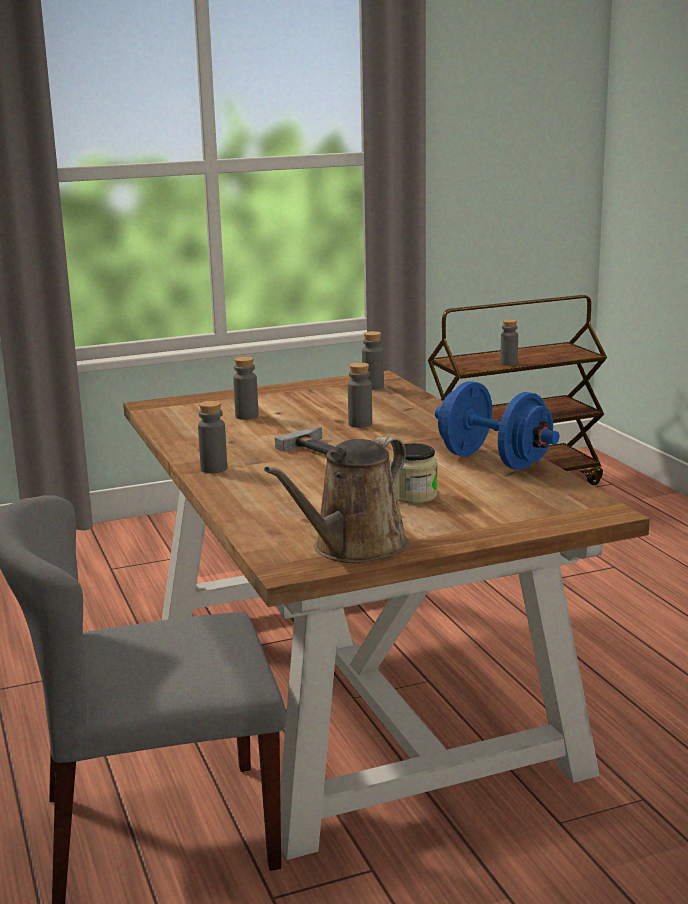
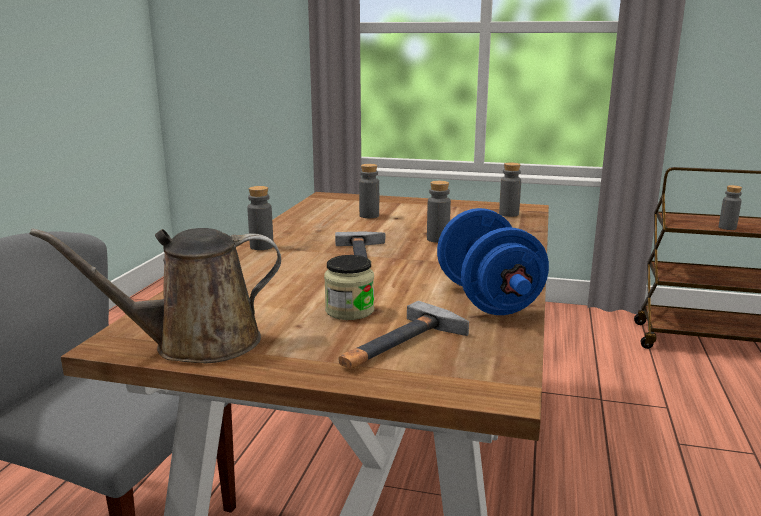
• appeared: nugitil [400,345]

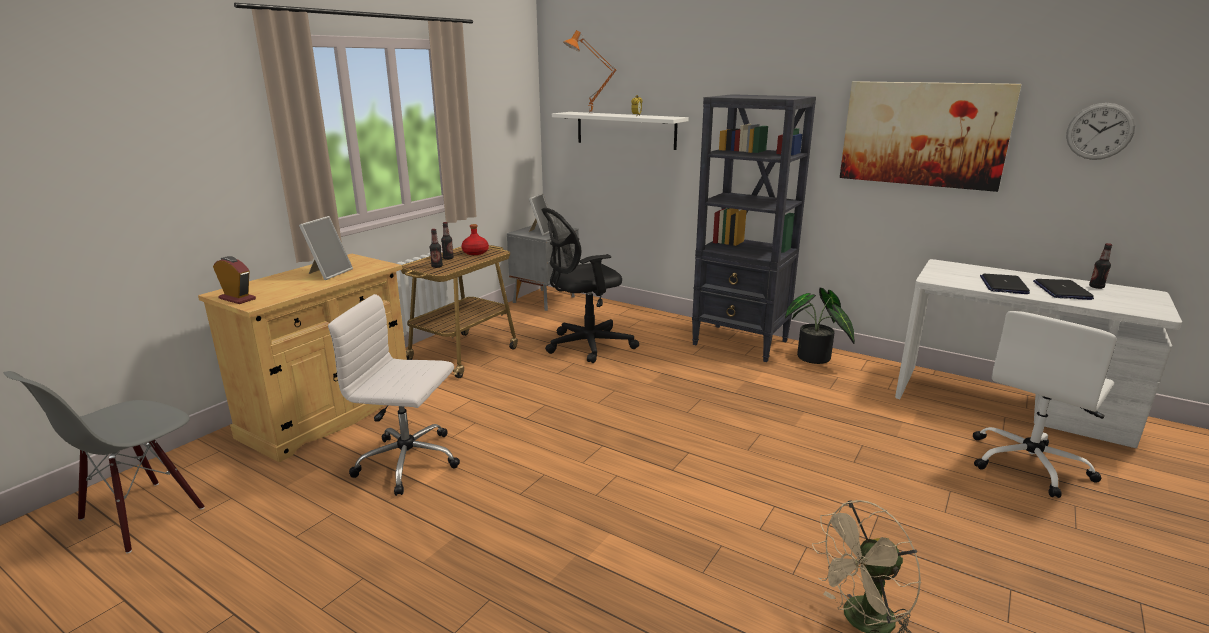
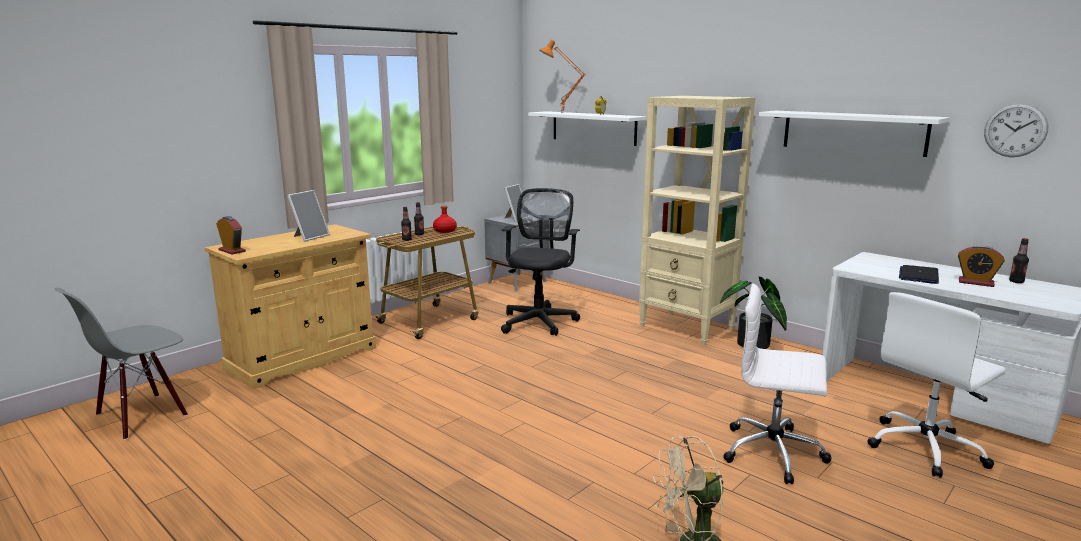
• relocated: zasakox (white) [410,462] to [774,453]
• exchanged: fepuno [923,134] to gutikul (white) [853,132]
• exchanged: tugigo [1061,290] to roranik [976,282]
• colour: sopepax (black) [741,343] to sopepax (beige) [687,328]
• spun: zasakox (black) [585,345] = [539,321] 120 degrees clockwise

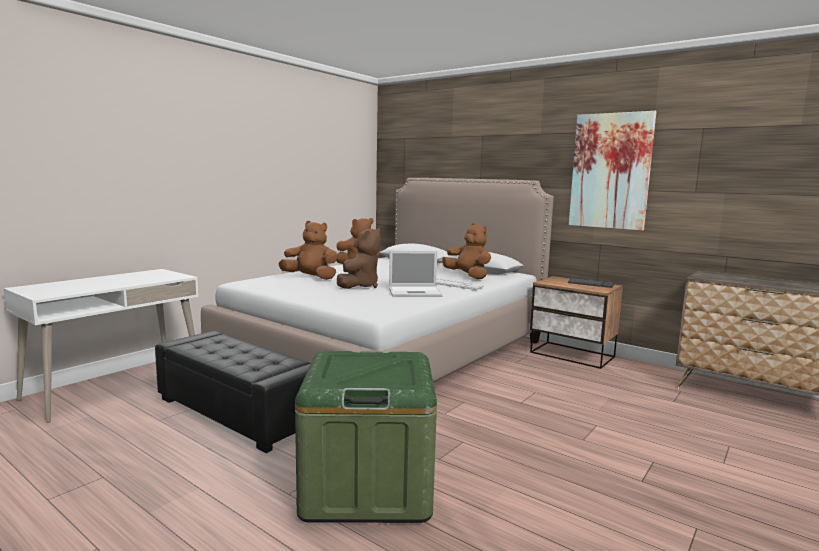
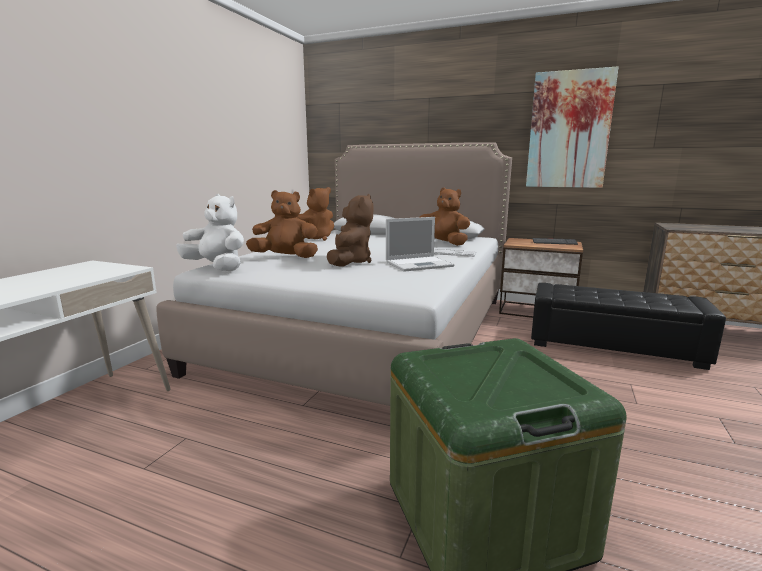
• appeared: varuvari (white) [217,268]
• relocated: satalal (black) [238,412] to [613,345]

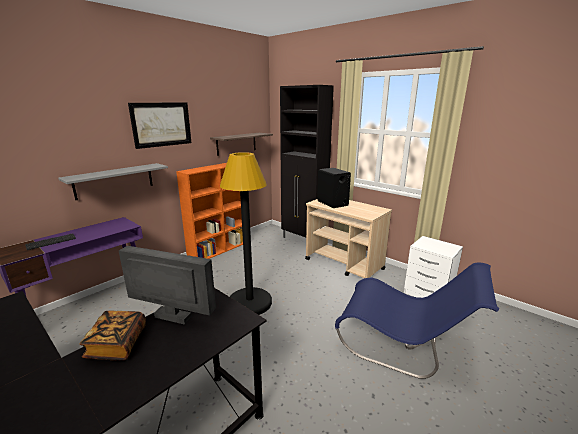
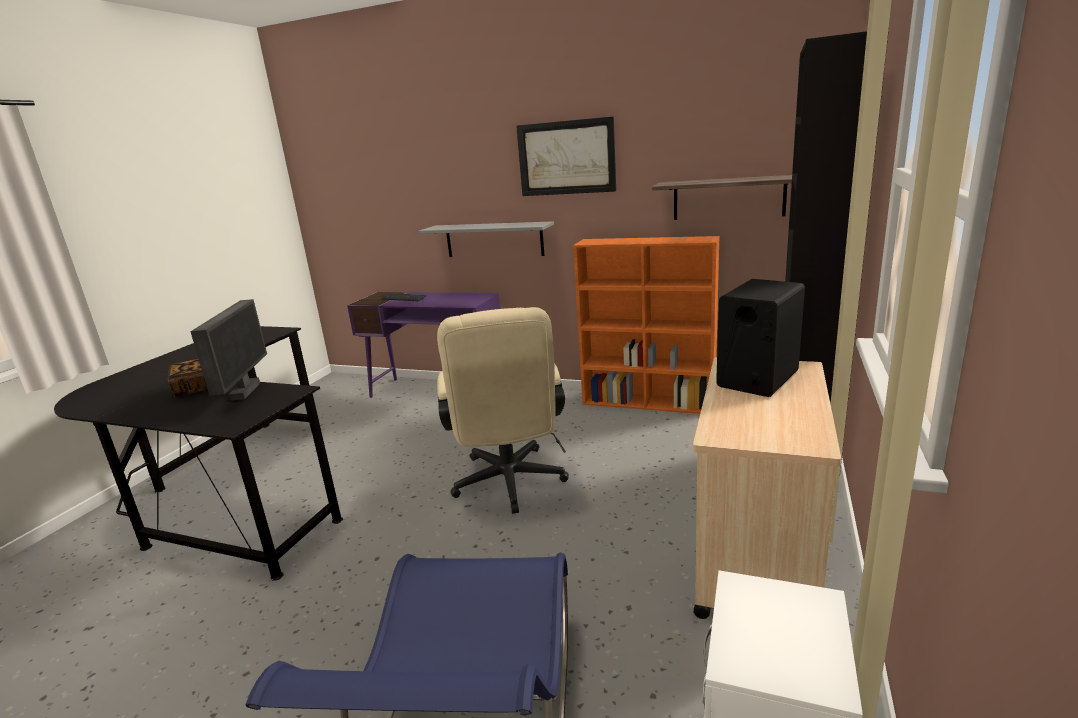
• exchanged: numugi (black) [250,302] to zasakox (beige) [509,486]

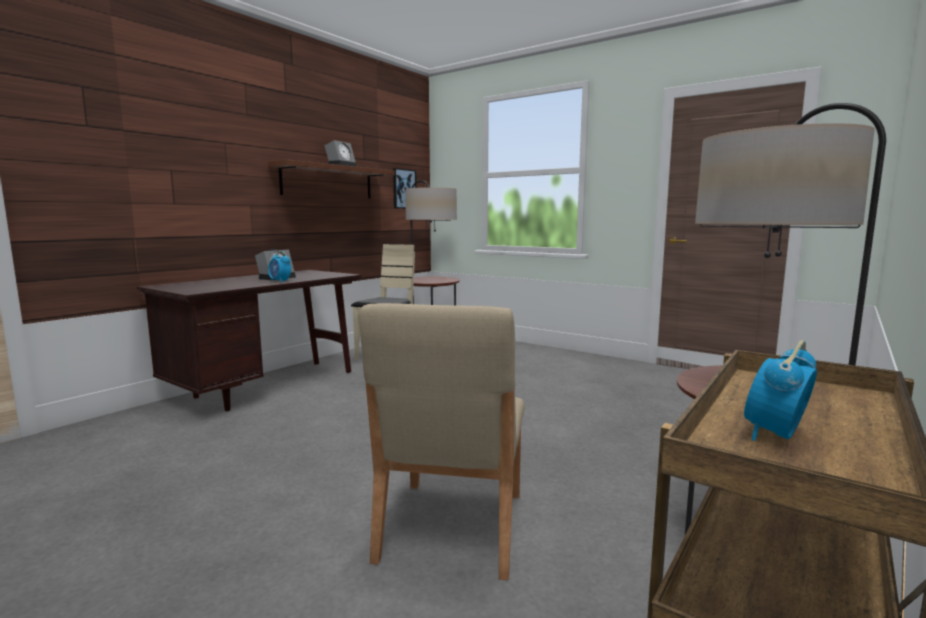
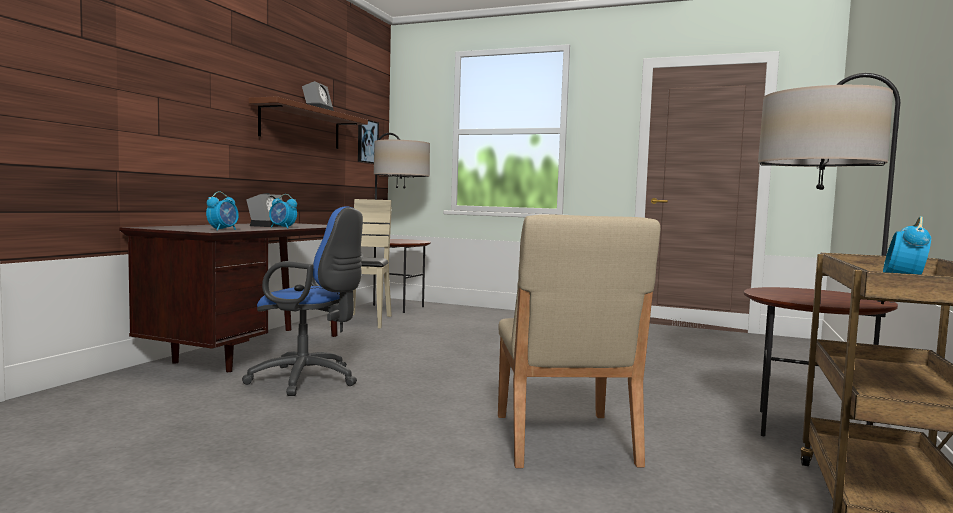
• appeared: roranik [223,230]
• appeared: zasakox (blue) [309,380]

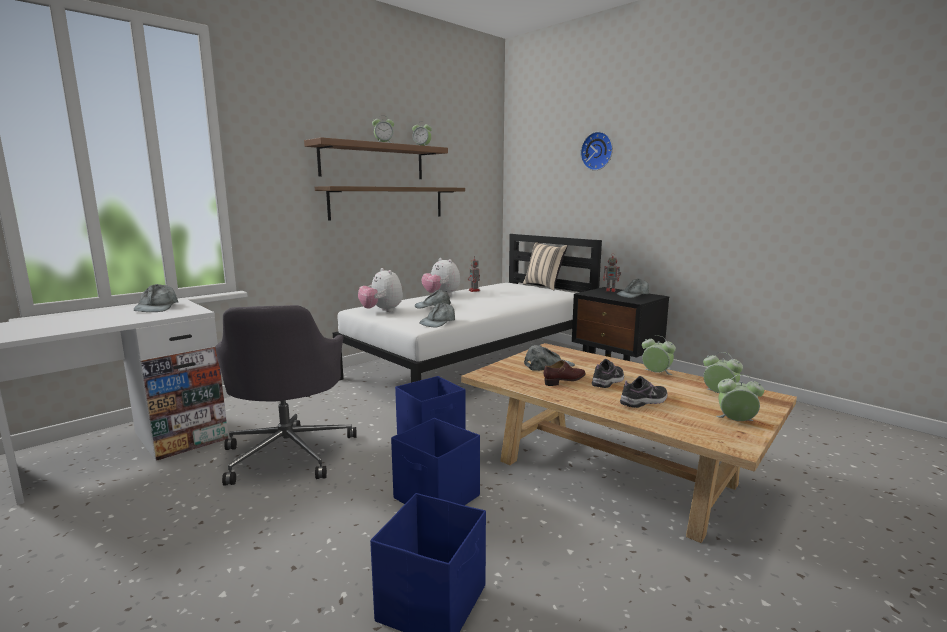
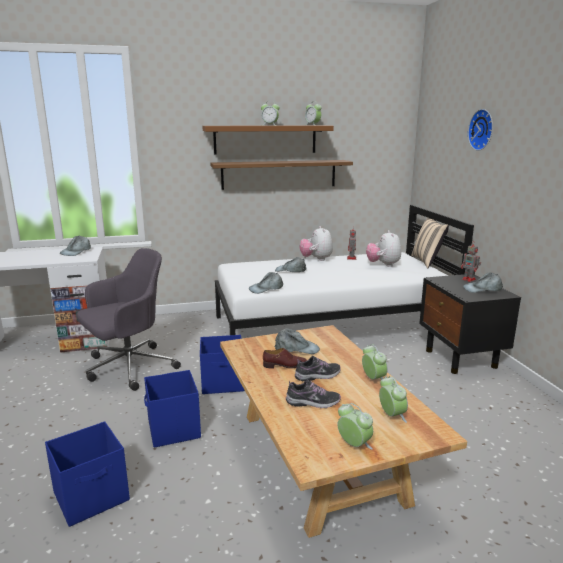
• relocated: varuvari [381,311] to [383,265]
• spun: zasakox (grey) [289,452] = [128,367] 150 degrees counterclockwise

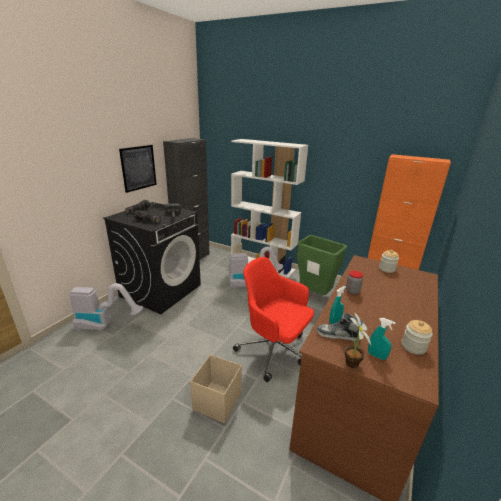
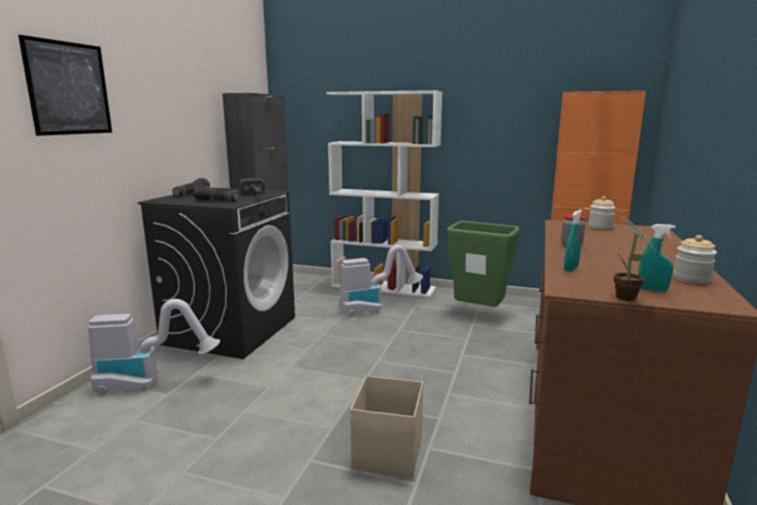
• missing: zasakox (red) [274,351]
• missing: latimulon [338,335]
• relocated: fepuno [138,168] to [69,88]

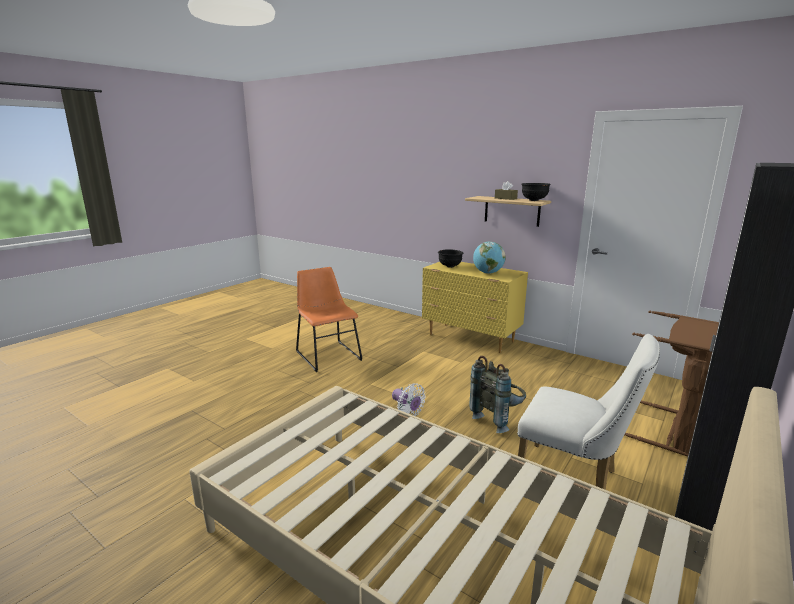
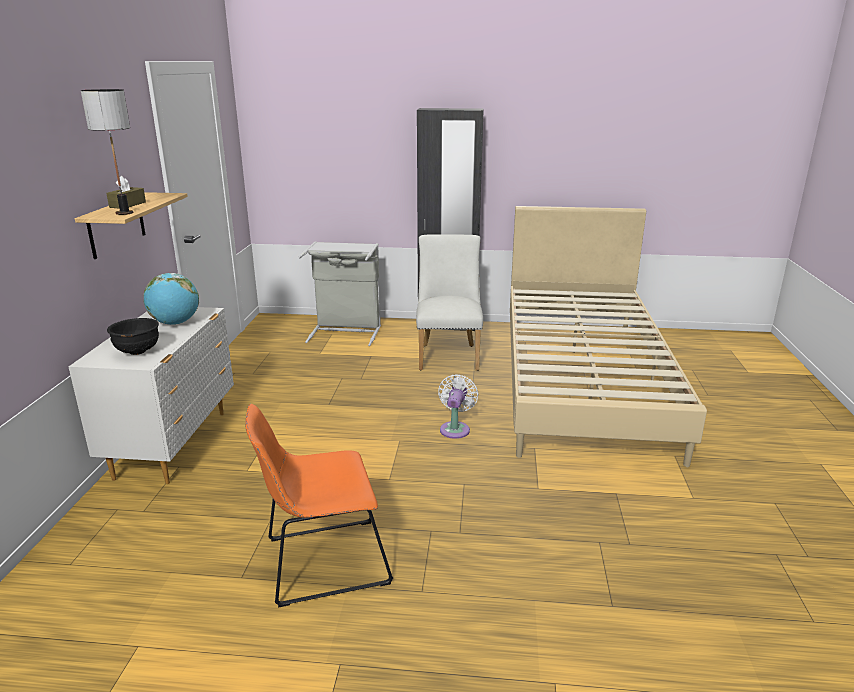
• missing: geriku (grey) [498,419]
• missing: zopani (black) [534,200]
• appeared: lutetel [124,213]
• colour: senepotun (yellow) [471,338] to senepotun (white) [175,443]
• colour: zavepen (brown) [671,430] to zavepen (grey) [346,332]
• spun: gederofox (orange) [327,355] = [321,562] 45 degrees clockwise

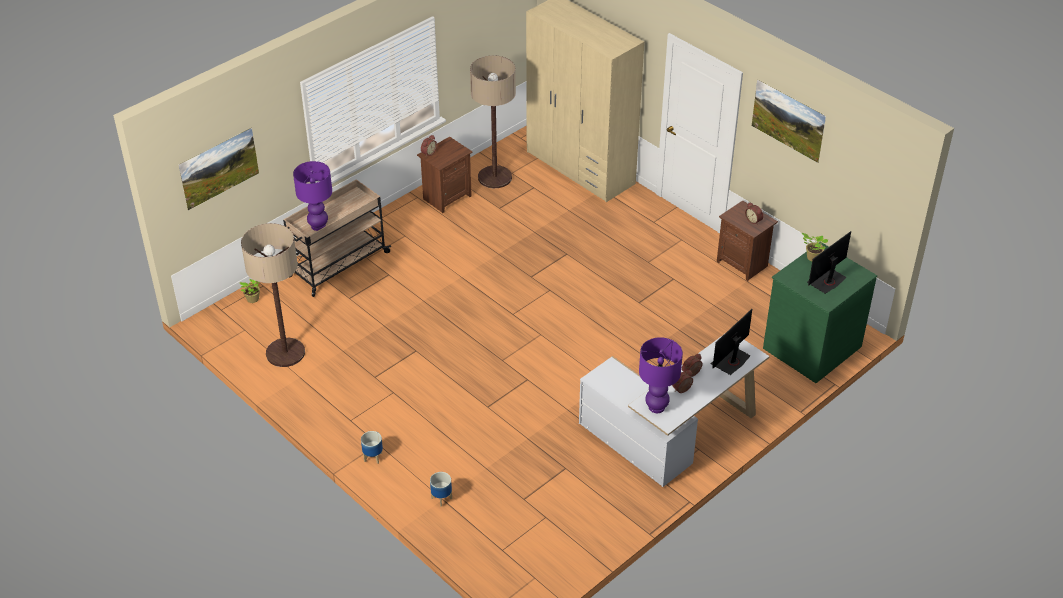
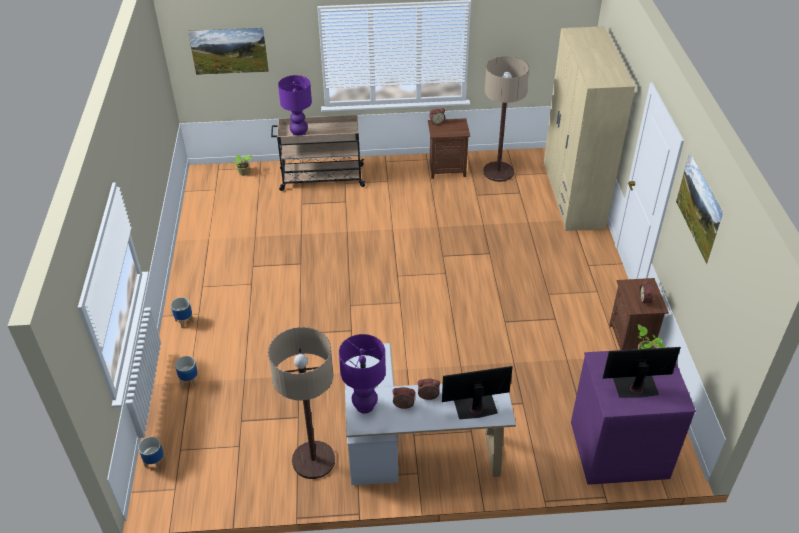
• appeared: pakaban [155,462]
• relocated: numugi [285,353] to [313,460]
• colour: senepotun (green) [811,346] to senepotun (purple) [618,448]

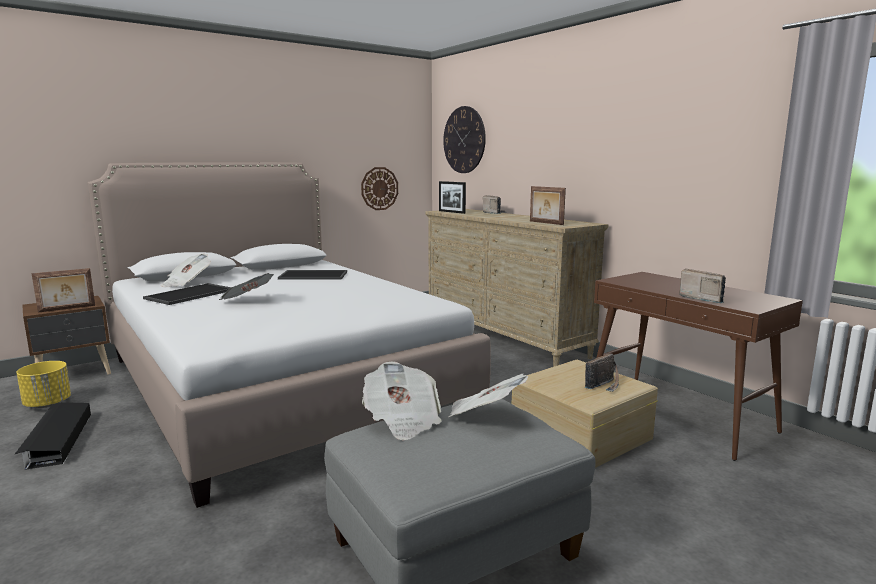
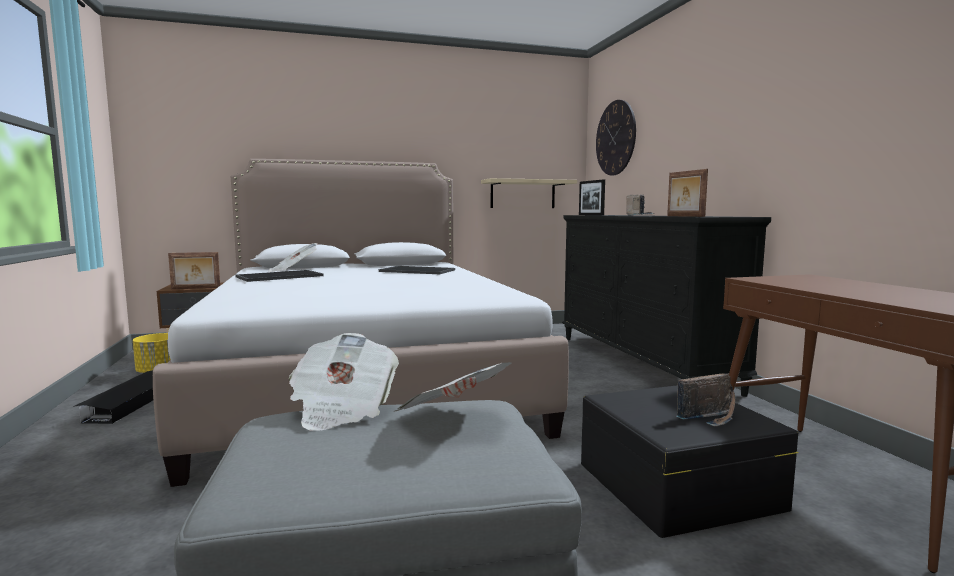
• missing: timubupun [247,301]
• missing: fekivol [702,298]
• exchanged: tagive [379,188] to gutikul (beige) [522,194]
• colour: senepotun (beige) [504,338] to senepotun (black) [641,363]
• colour: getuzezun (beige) [579,434] to getuzezun (black) [675,485]

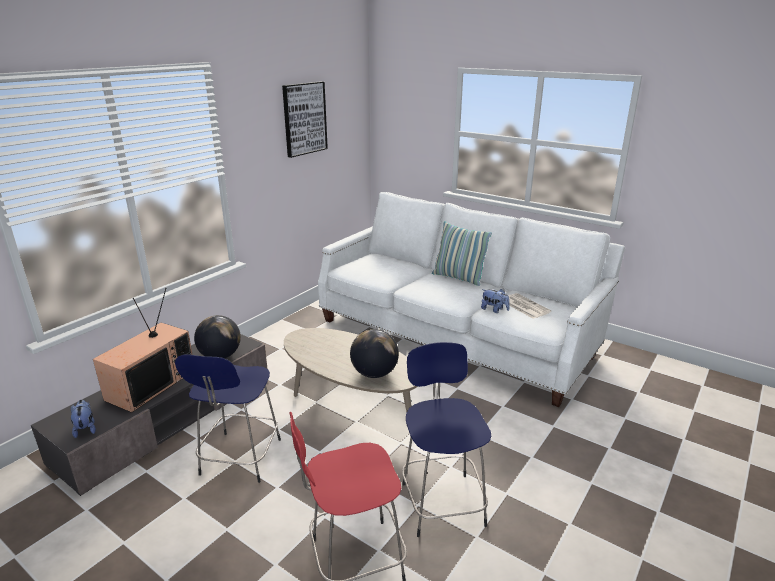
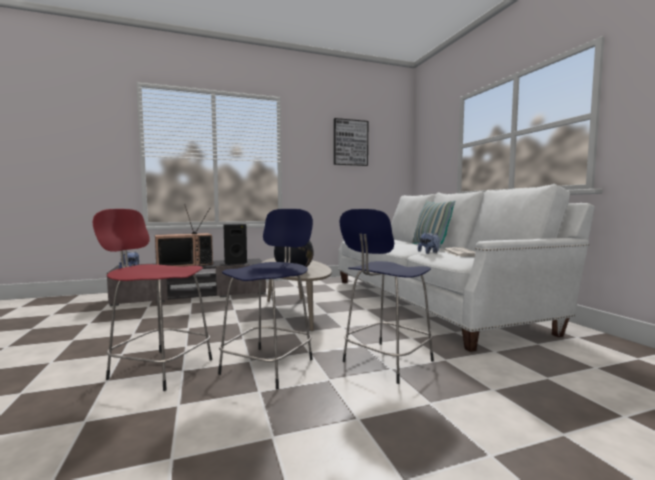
• relocated: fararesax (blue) [239,459] to [385,362]
• exchanged: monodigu [220,356] to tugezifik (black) [235,263]

